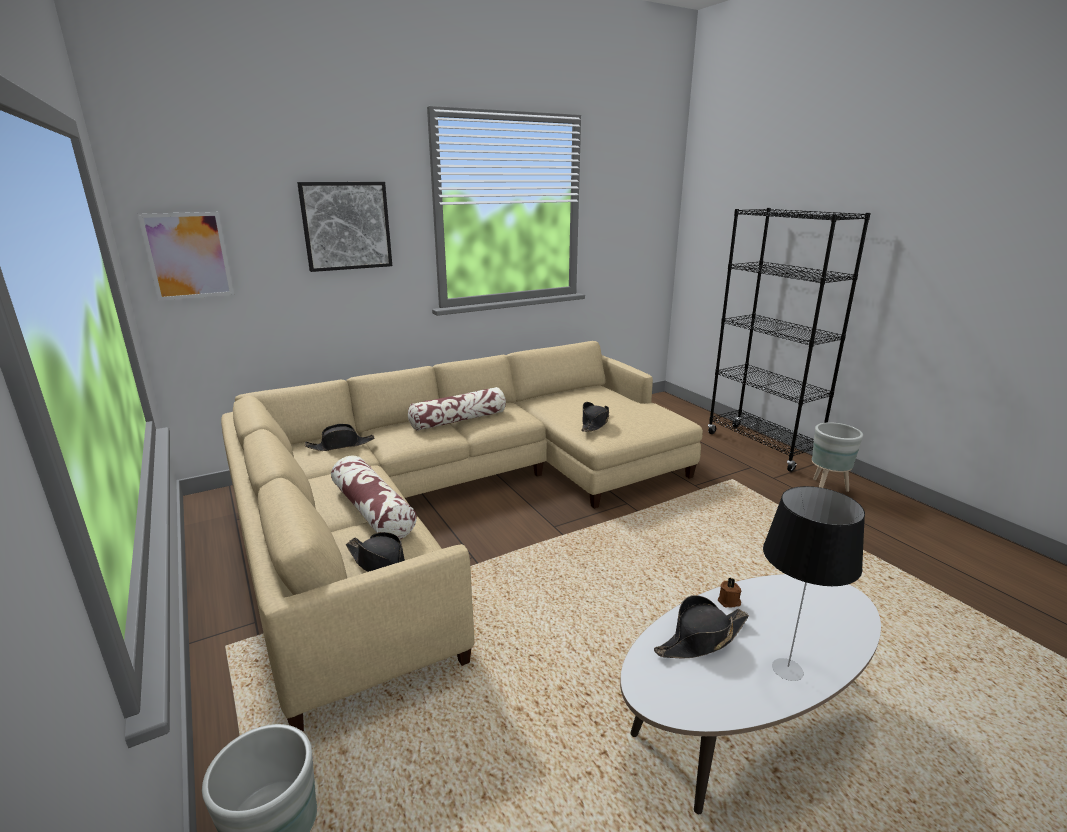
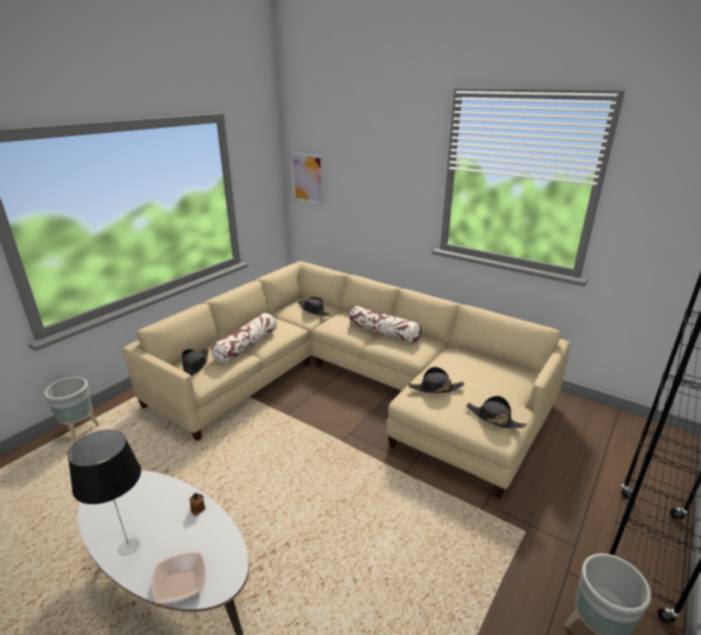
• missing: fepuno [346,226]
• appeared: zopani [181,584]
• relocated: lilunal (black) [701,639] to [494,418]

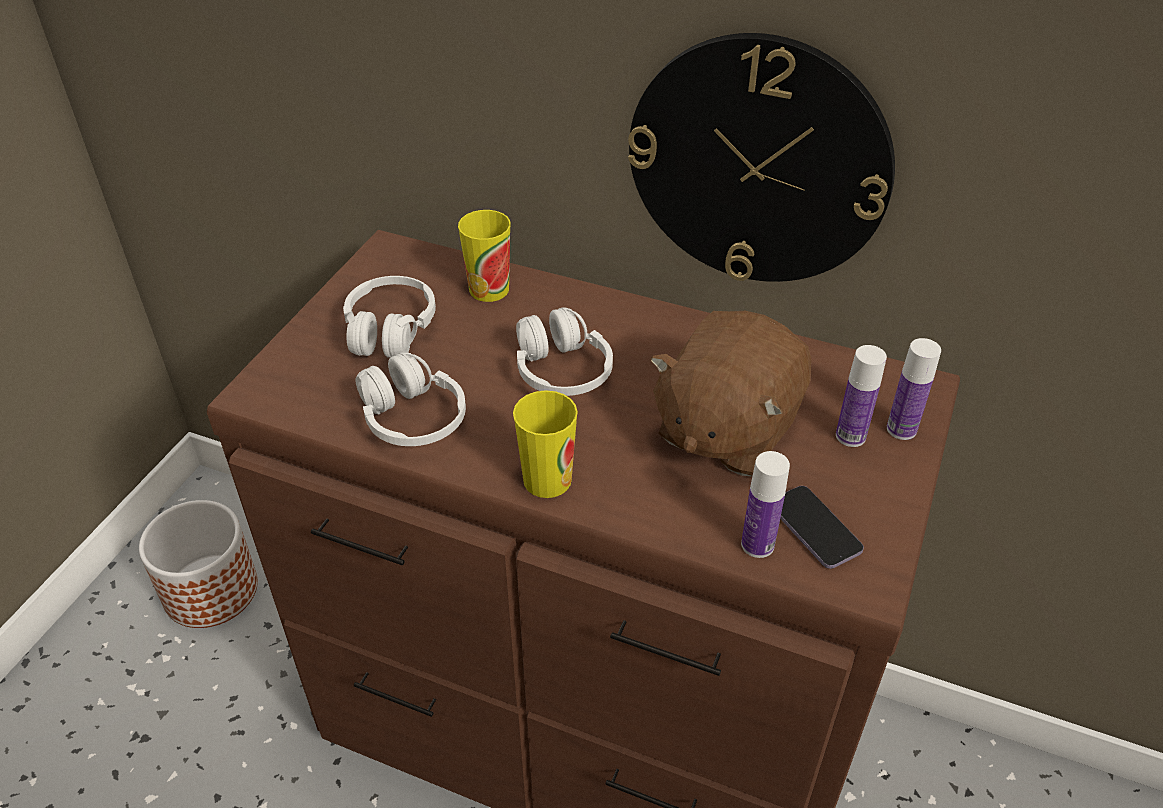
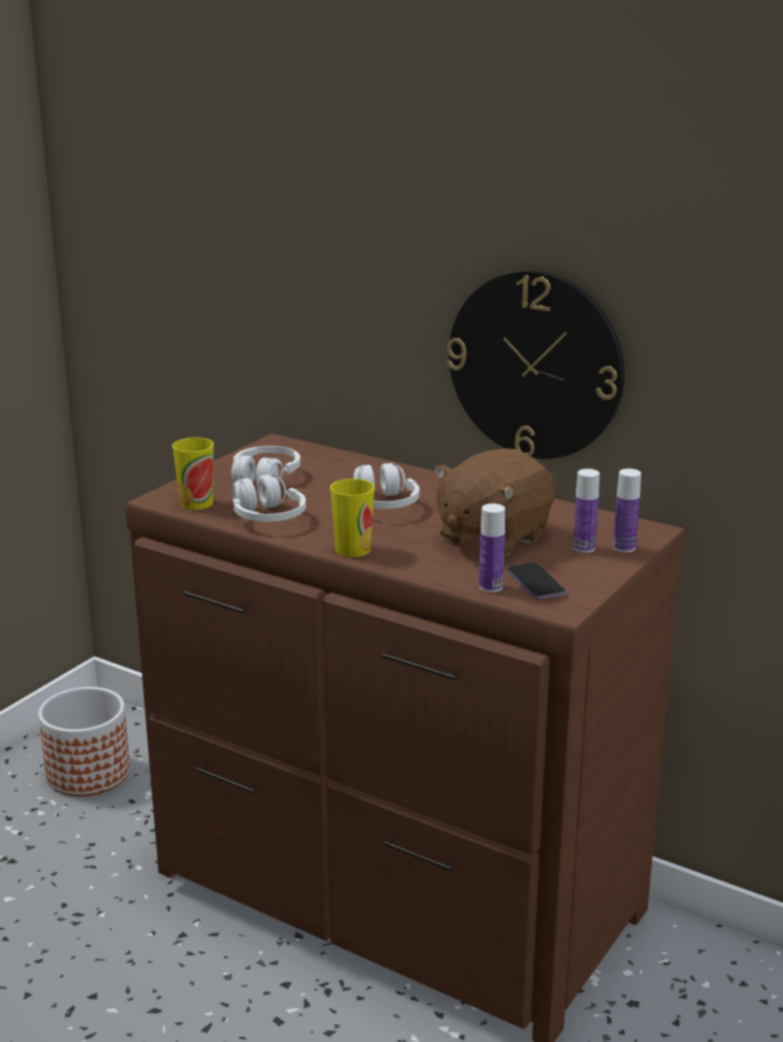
• relocated: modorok [489,289] to [196,503]

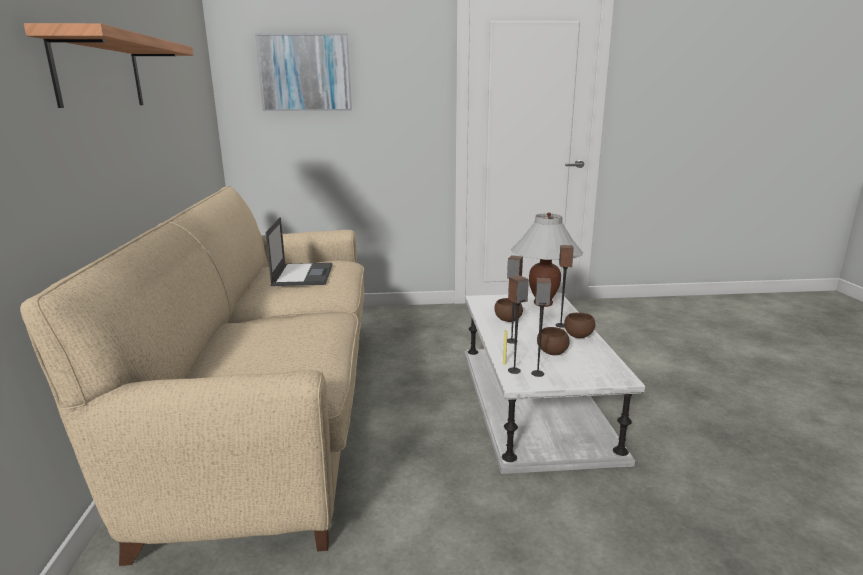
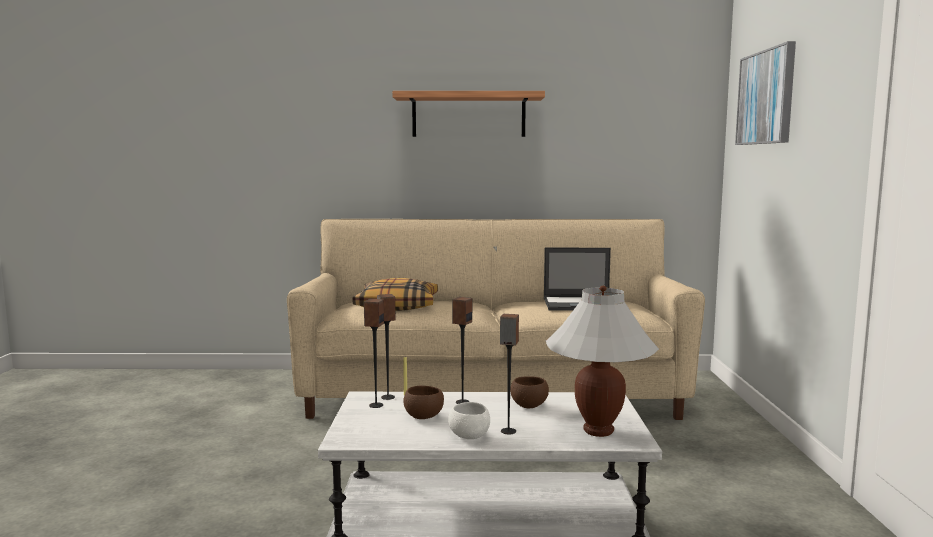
• appeared: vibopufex [397,306]
• colour: zopani (brown) [578,336] to zopani (white) [469,436]

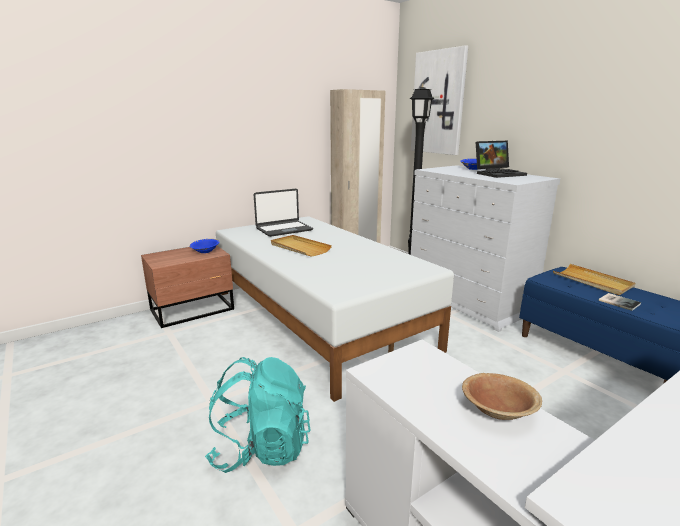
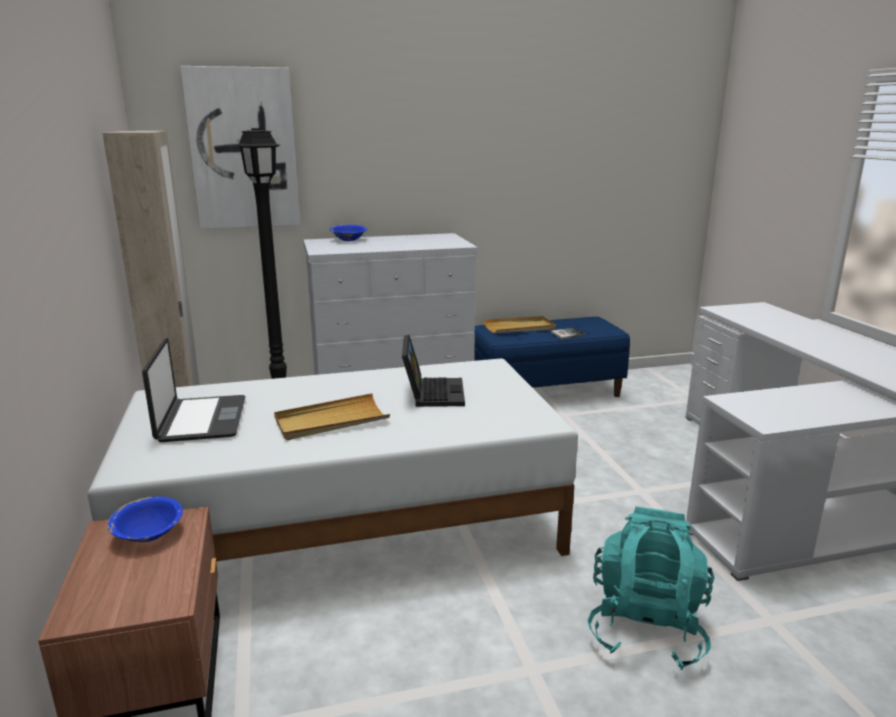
• missing: zopani (brown) [498,410]
• relocated: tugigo [499,174] to [431,393]

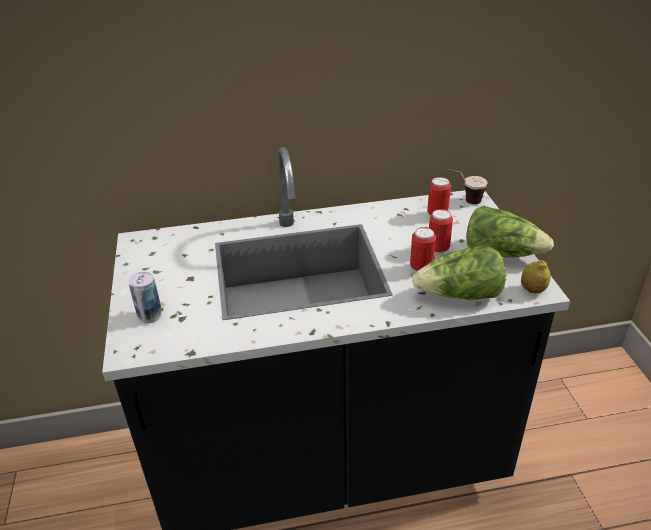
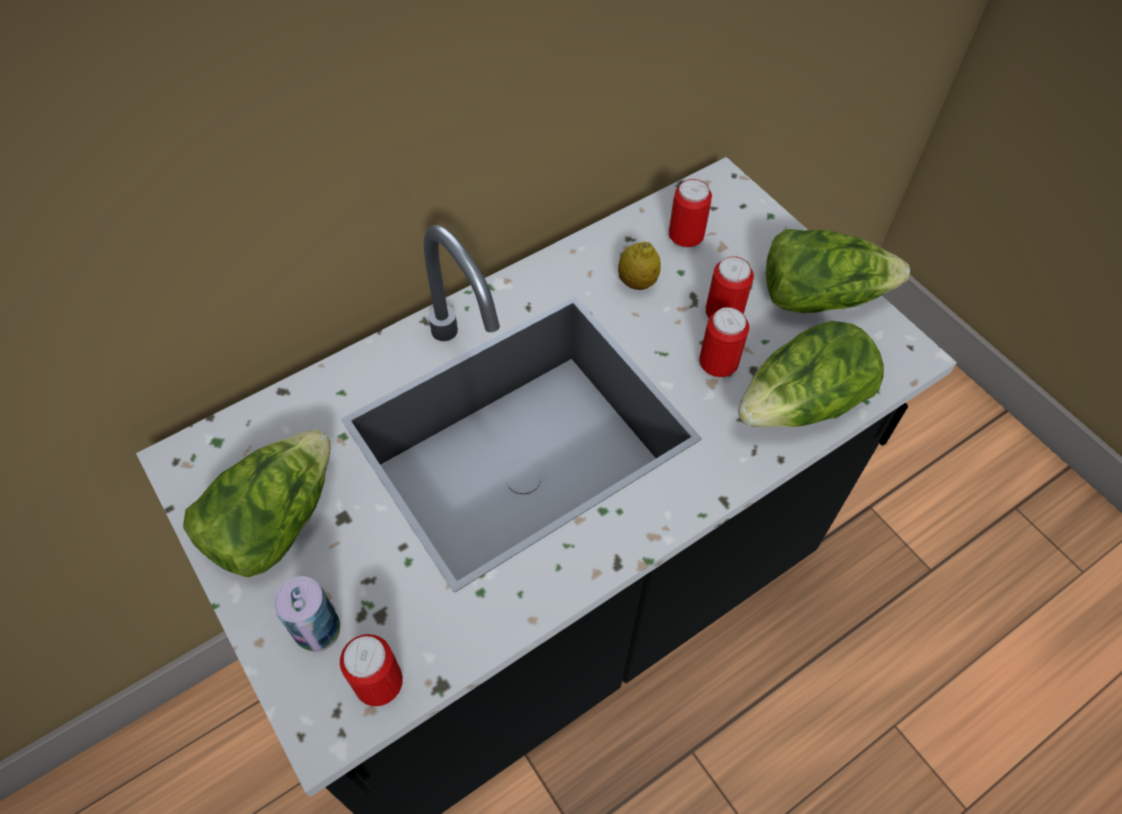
• missing: modorok [464,201]
• appeared: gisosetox [273,521]
• appeared: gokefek [379,684]
• relocated: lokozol [532,290] to [637,282]

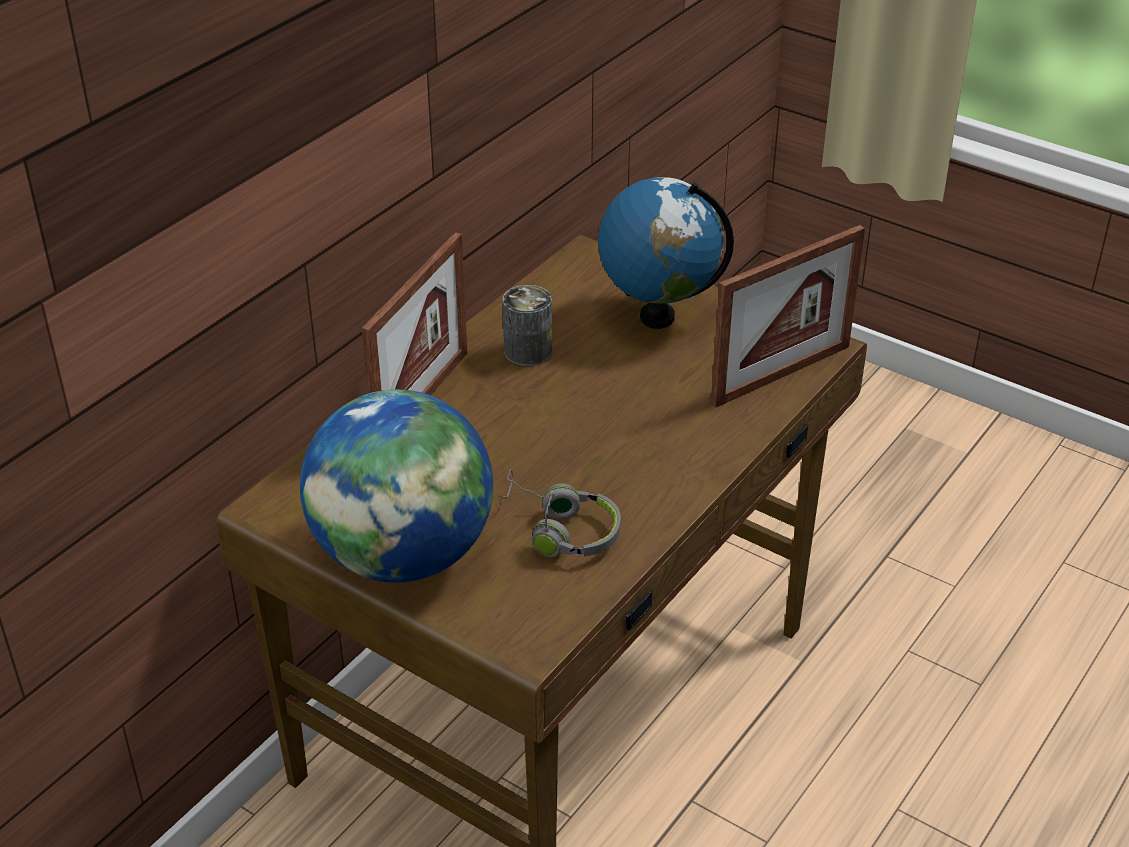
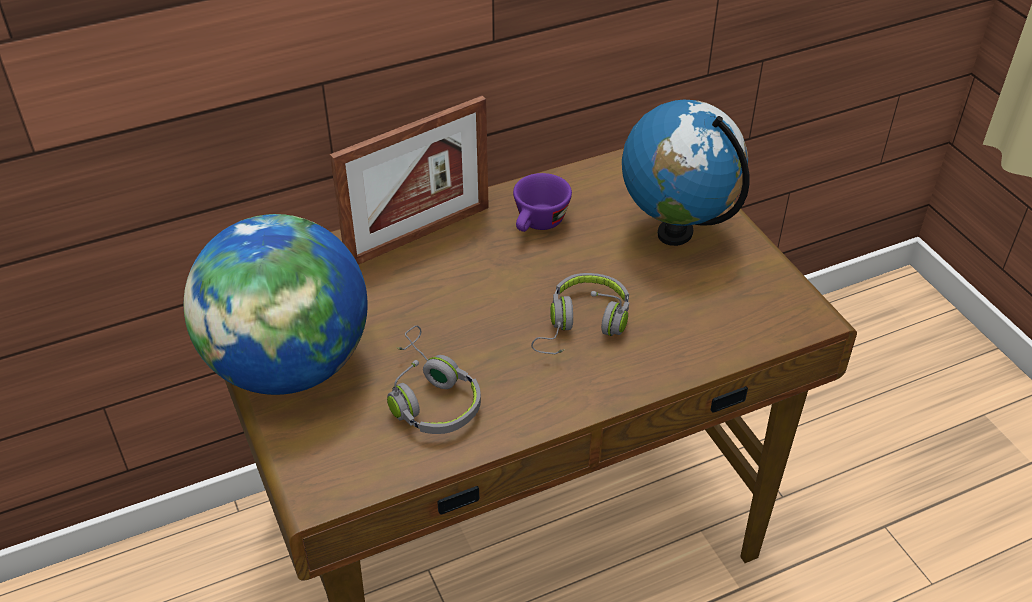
• missing: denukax [781,374]
• appeared: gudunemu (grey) [582,325]
• exchanged: gokefek [528,351] to modorok (purple) [538,224]

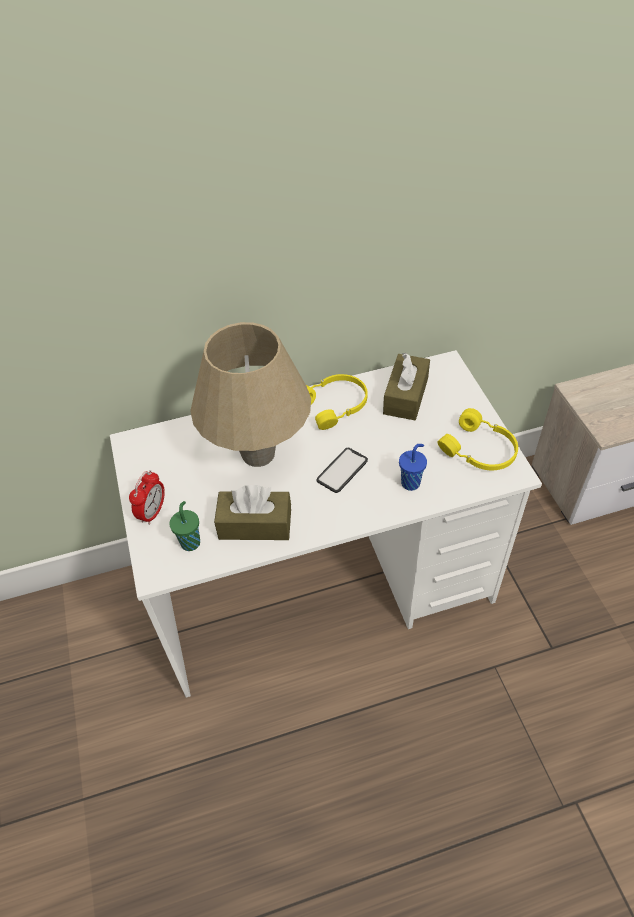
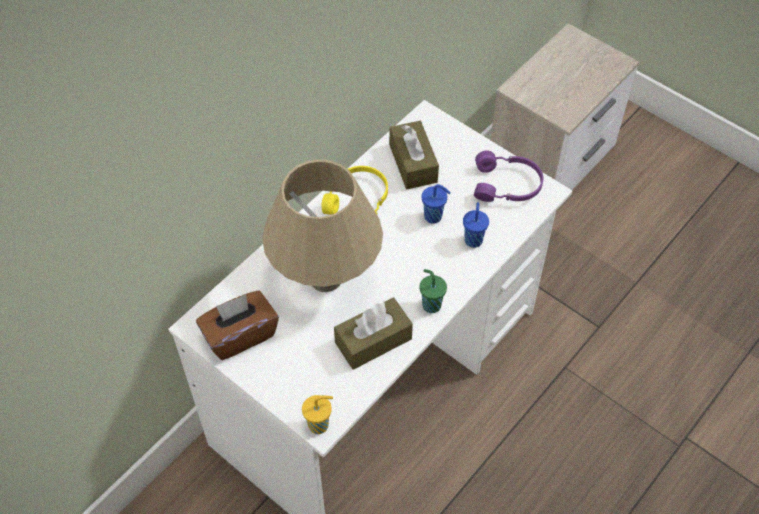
• missing: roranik [152,512]
• missing: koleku [342,470]
• appeared: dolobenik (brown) [240,335]
• appeared: modorok (yellow) [319,424]
• appeared: modorok (blue) [434,217]
• relocated: modorok (green) [190,542] to [431,304]
• colour: gudunemu (yellow) [479,451] to gudunemu (purple) [507,185]

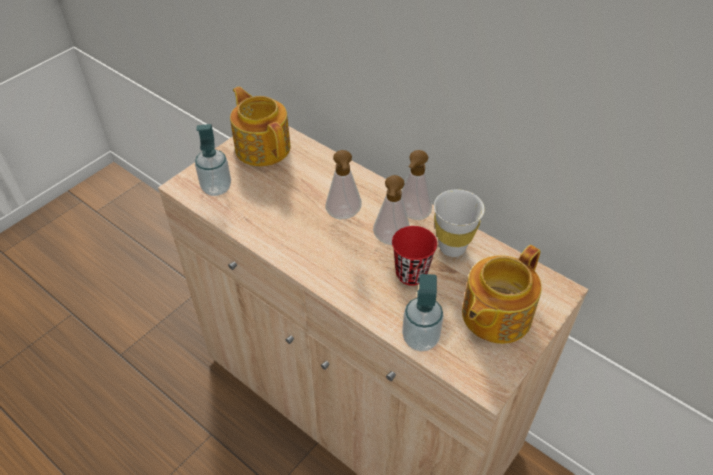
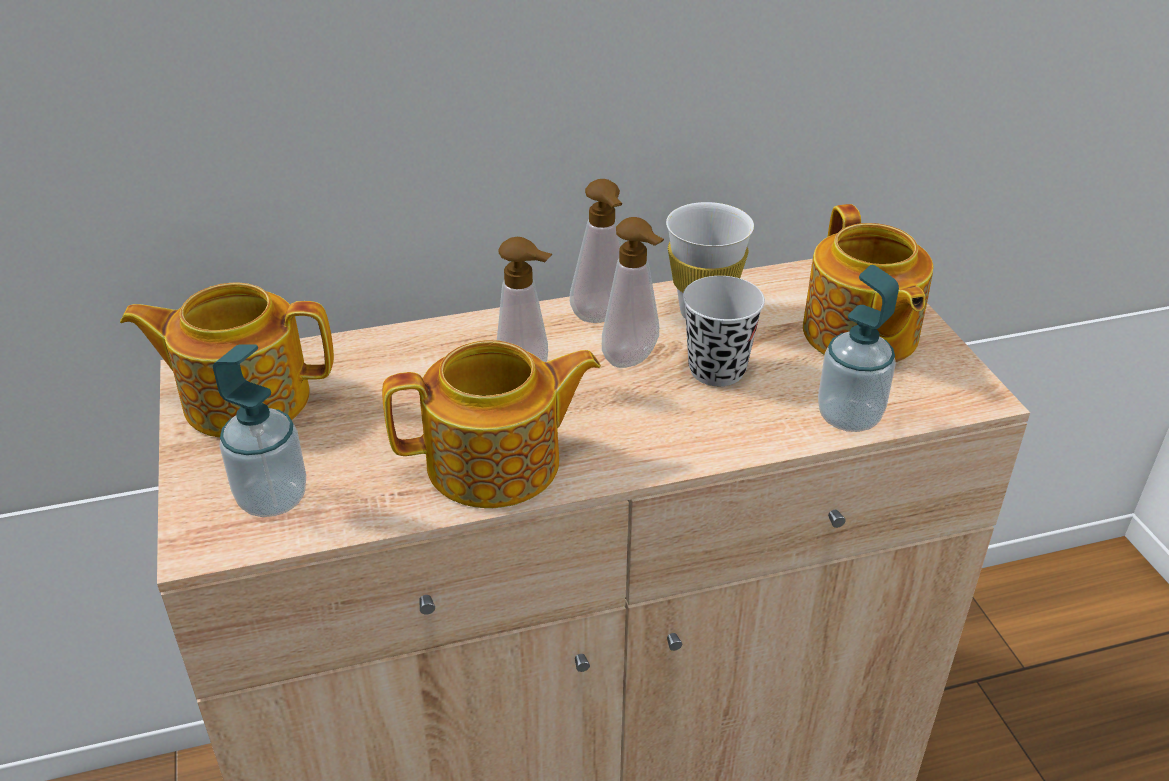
• appeared: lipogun [497,464]
• colour: modorok (red) [411,274] to modorok (black) [717,370]

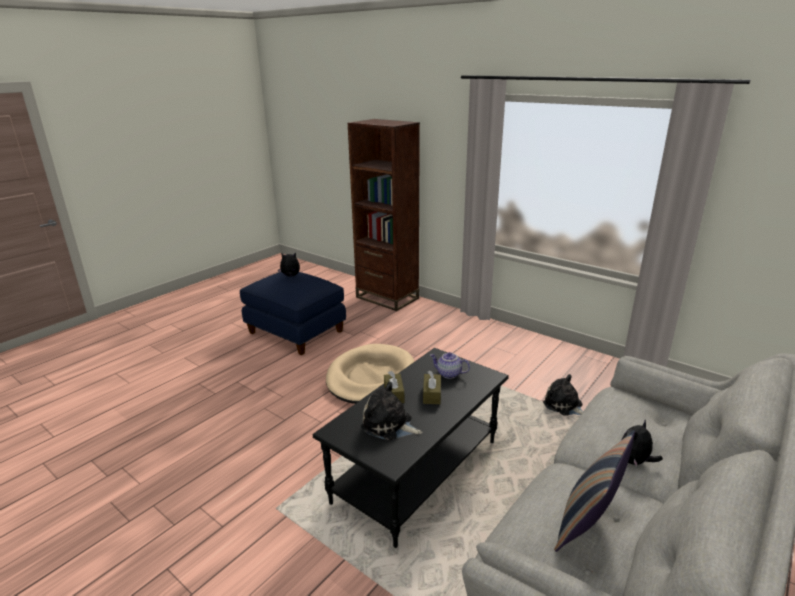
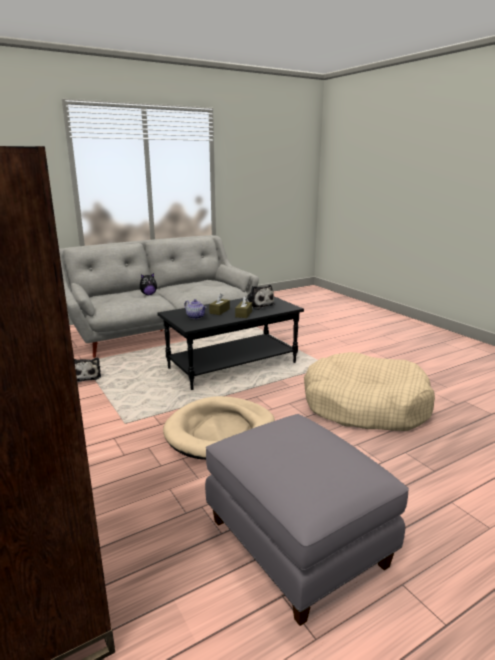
• missing: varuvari [290,276]
• missing: vibopufex [587,523]
• appeared: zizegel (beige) [364,406]
• colour: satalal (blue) [297,332] to satalal (grey) [295,543]

